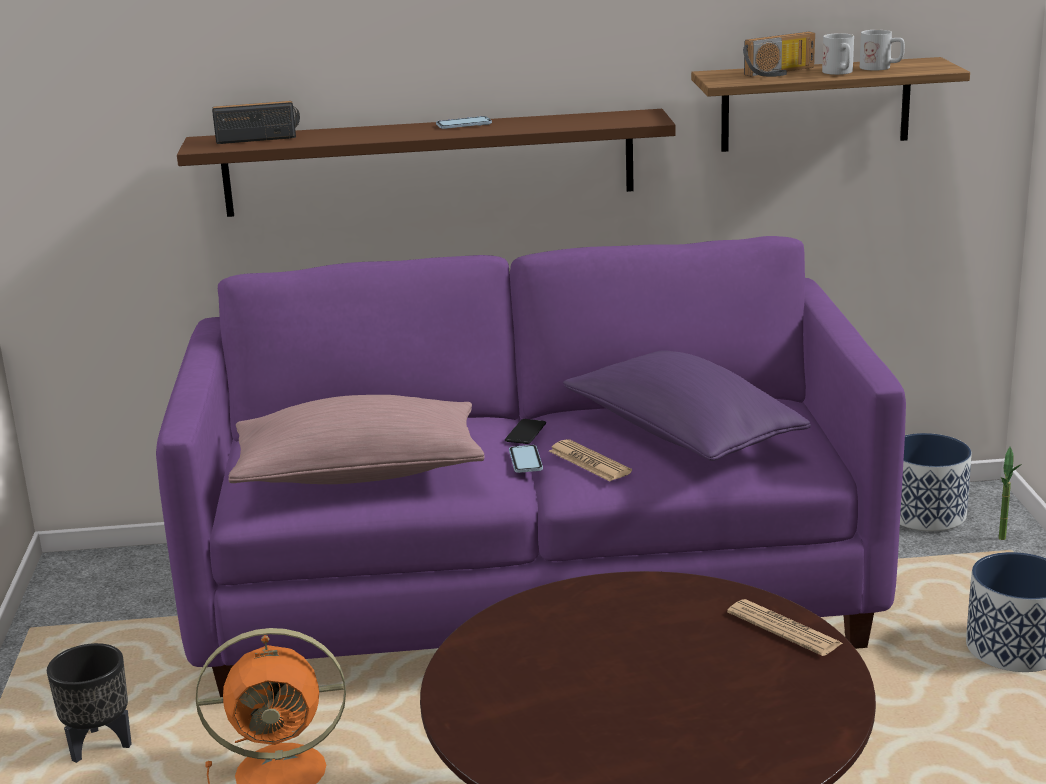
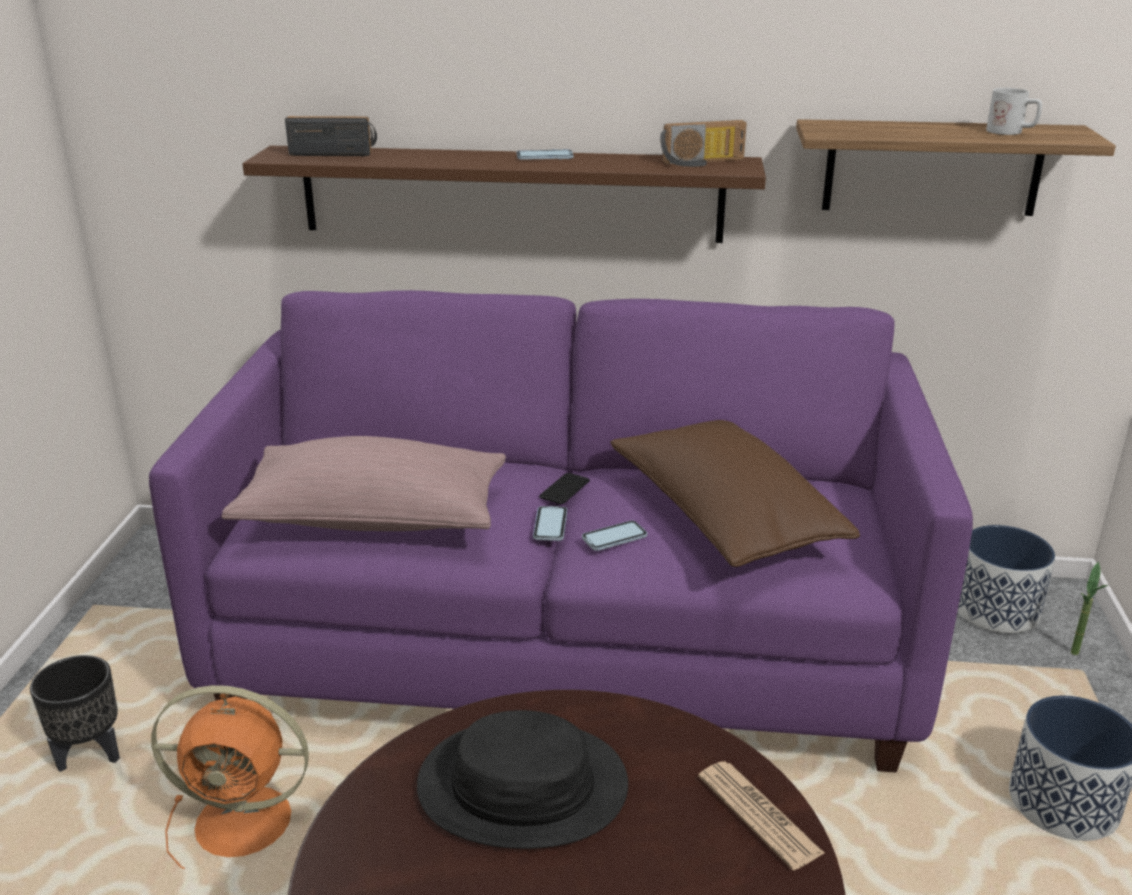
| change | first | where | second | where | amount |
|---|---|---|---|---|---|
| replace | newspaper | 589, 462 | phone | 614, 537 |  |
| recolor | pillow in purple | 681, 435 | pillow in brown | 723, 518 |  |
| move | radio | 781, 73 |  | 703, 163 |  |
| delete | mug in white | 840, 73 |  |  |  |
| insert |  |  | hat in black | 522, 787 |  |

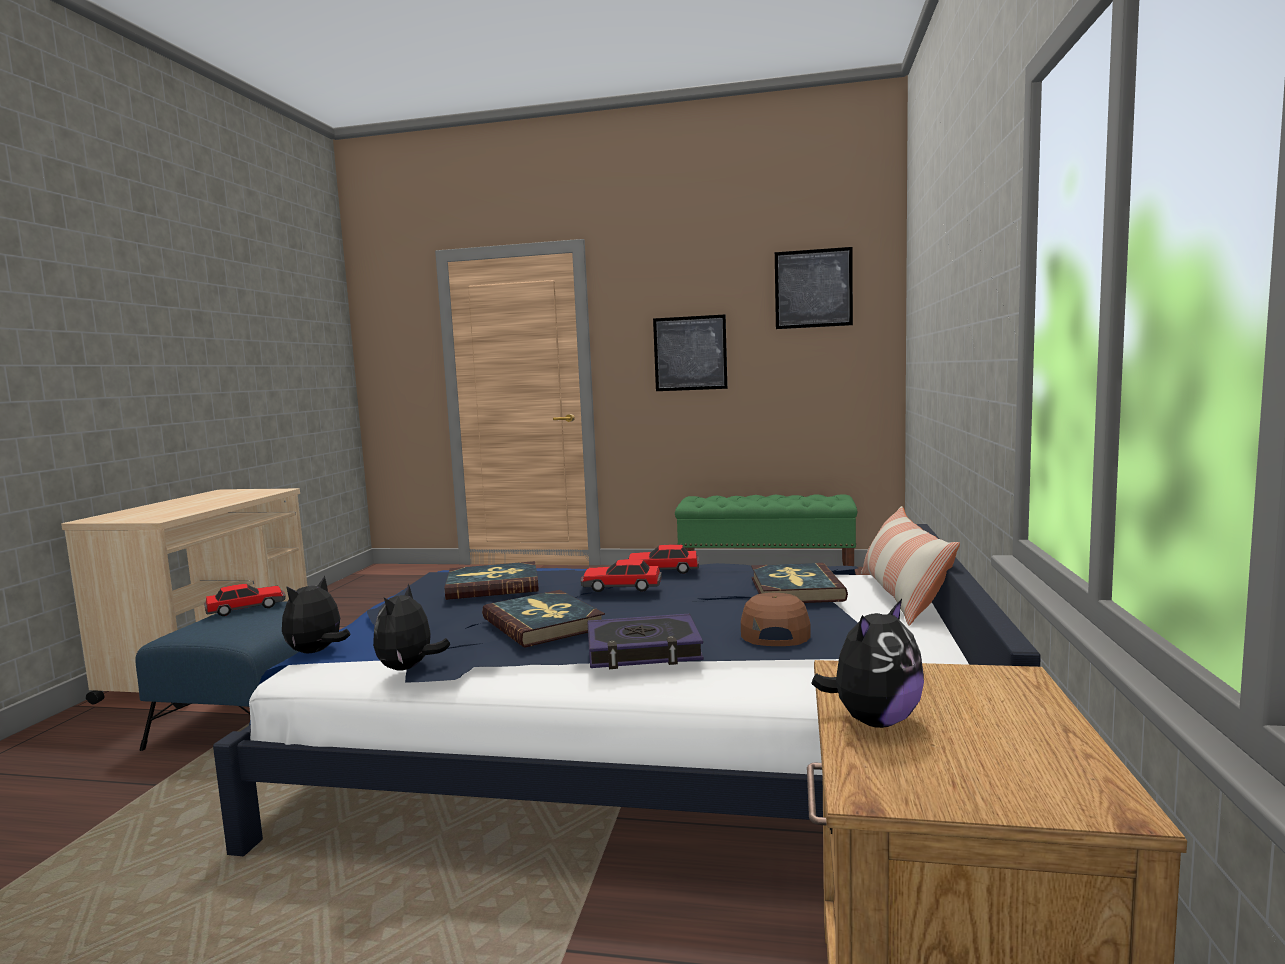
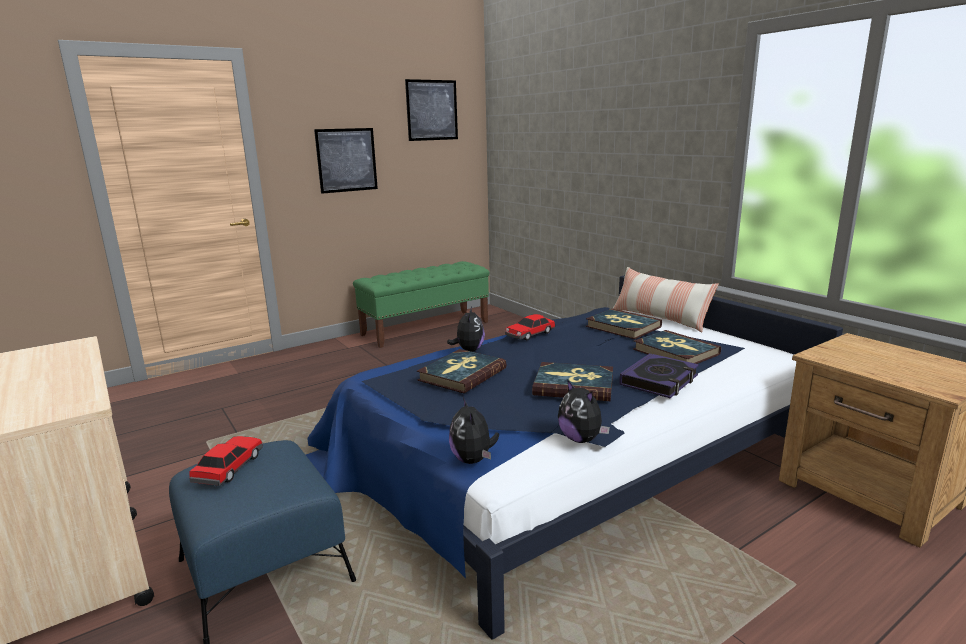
| change | first | where | second | where | amount |
|---|---|---|---|---|---|
| delete | toy car | 621, 587 |  |  |  |
| replace | cap in brown | 774, 632 | book | 675, 352 |  |
| move | plush toy | 874, 721 |  | 468, 350 |  |

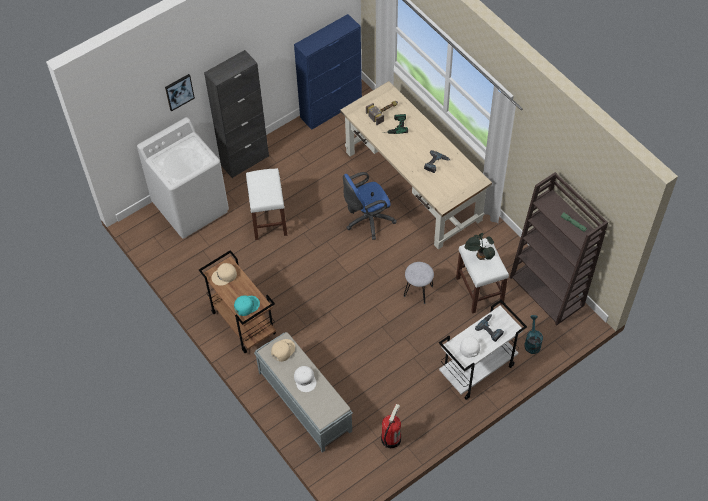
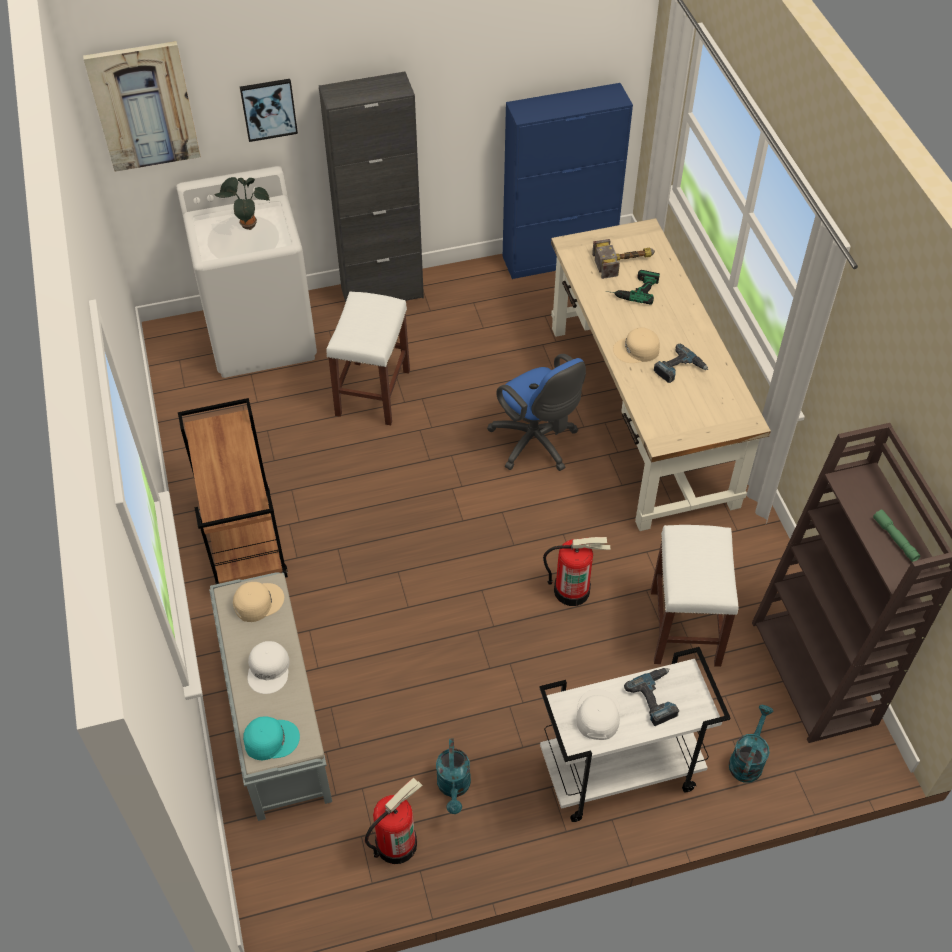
| change | first | where | second | where | amount |
|---|---|---|---|---|---|
| move | cap in beige | 224, 276 |  | 636, 350 |  |
| move | cap in turquoise | 246, 305 |  | 271, 739 |  |
| rotate | office chair in blue | 367, 220 |  | 536, 444 | 120 degrees counterclockwise |
| replace | stool in grey | 418, 291 | fire extinguisher | 572, 590 |  |
| move | potted plant | 479, 257 |  | 246, 225 |  |
| insert |  |  | picture | 144, 106 |  |
| insert |  |  | watering can in turquoise | 454, 787 |  |

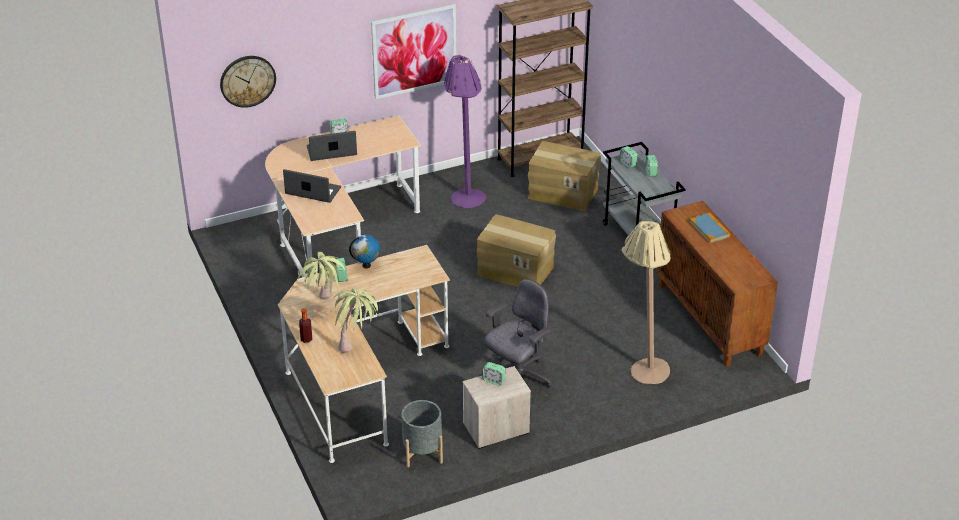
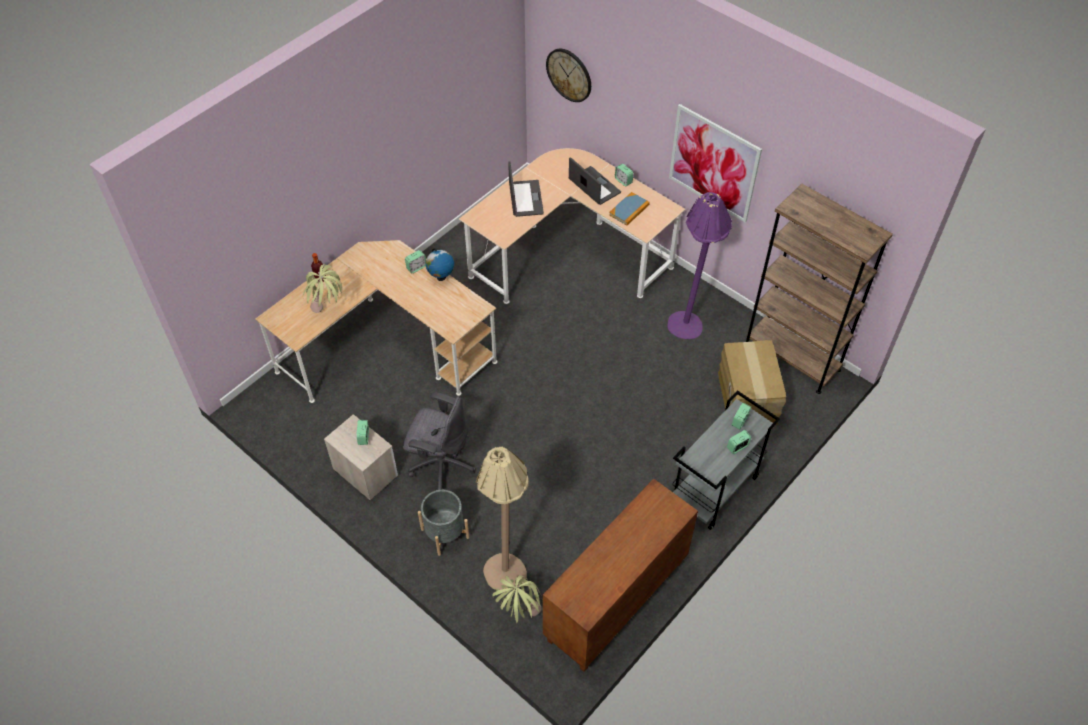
| change | first | where | second | where | amount |
|---|---|---|---|---|---|
| move | potted plant | 323, 306 |  | 519, 616 |  |
| move | planter in grey | 422, 452 |  | 445, 533 |  |
| delete | cardboard box | 516, 270 |  |  |  |
| move | book | 709, 229 |  | 629, 210 |  |

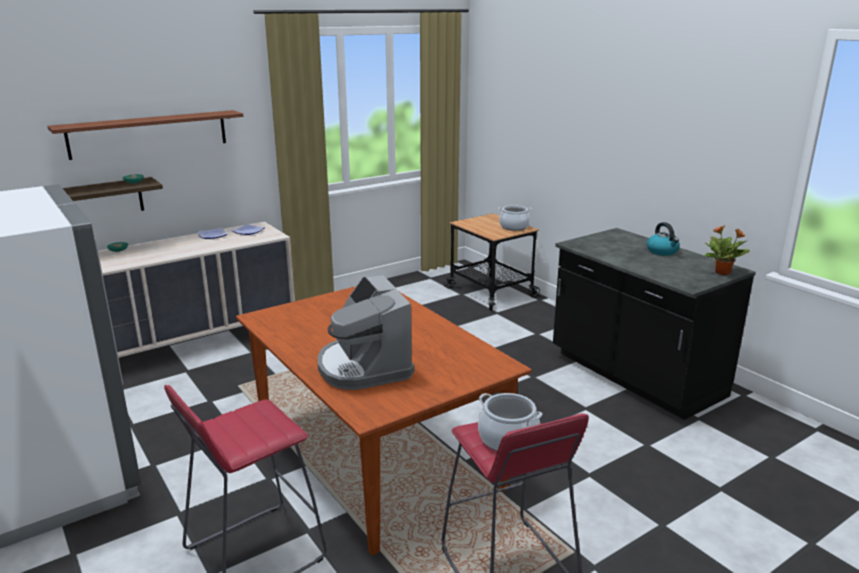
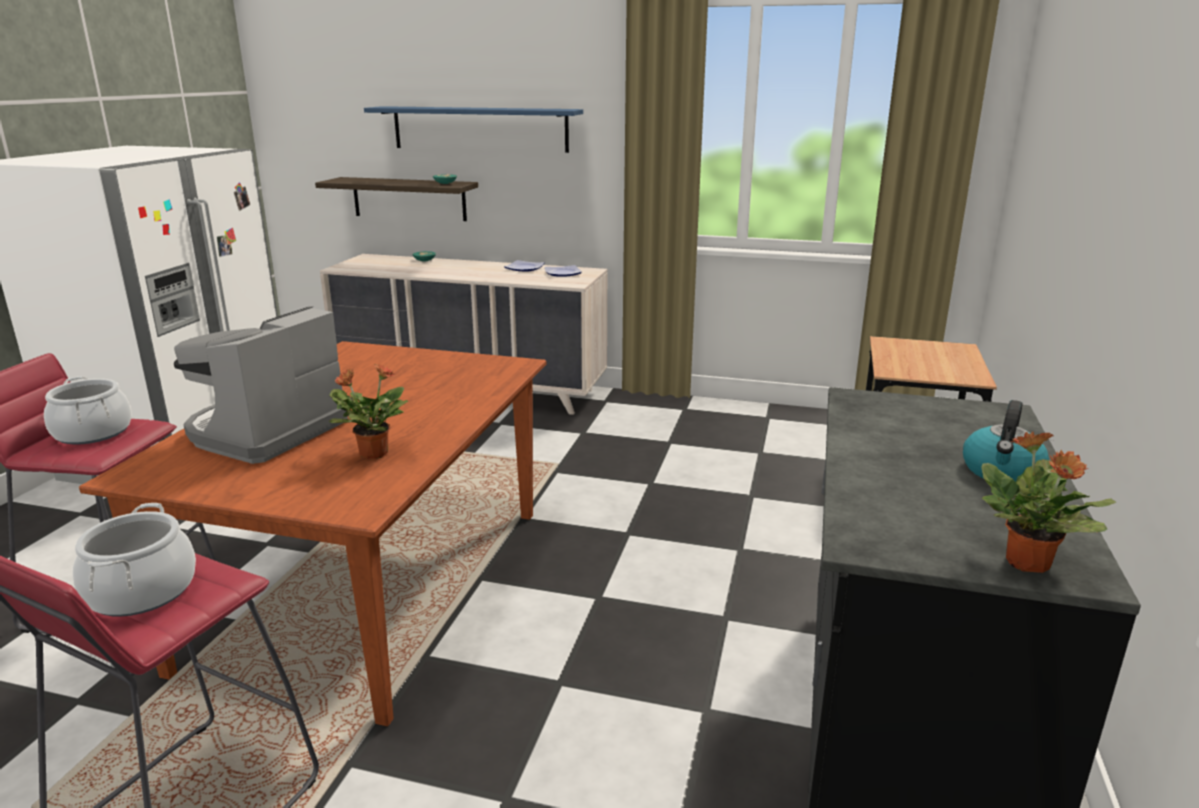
| change | first | where | second | where | amount |
|---|---|---|---|---|---|
| recolor | shelf in brown | 149, 134 | shelf in blue | 479, 129 |  |
| move | cooking pot | 514, 227 |  | 92, 432 |  |
| insert |  |  | potted plant | 372, 453 |  |

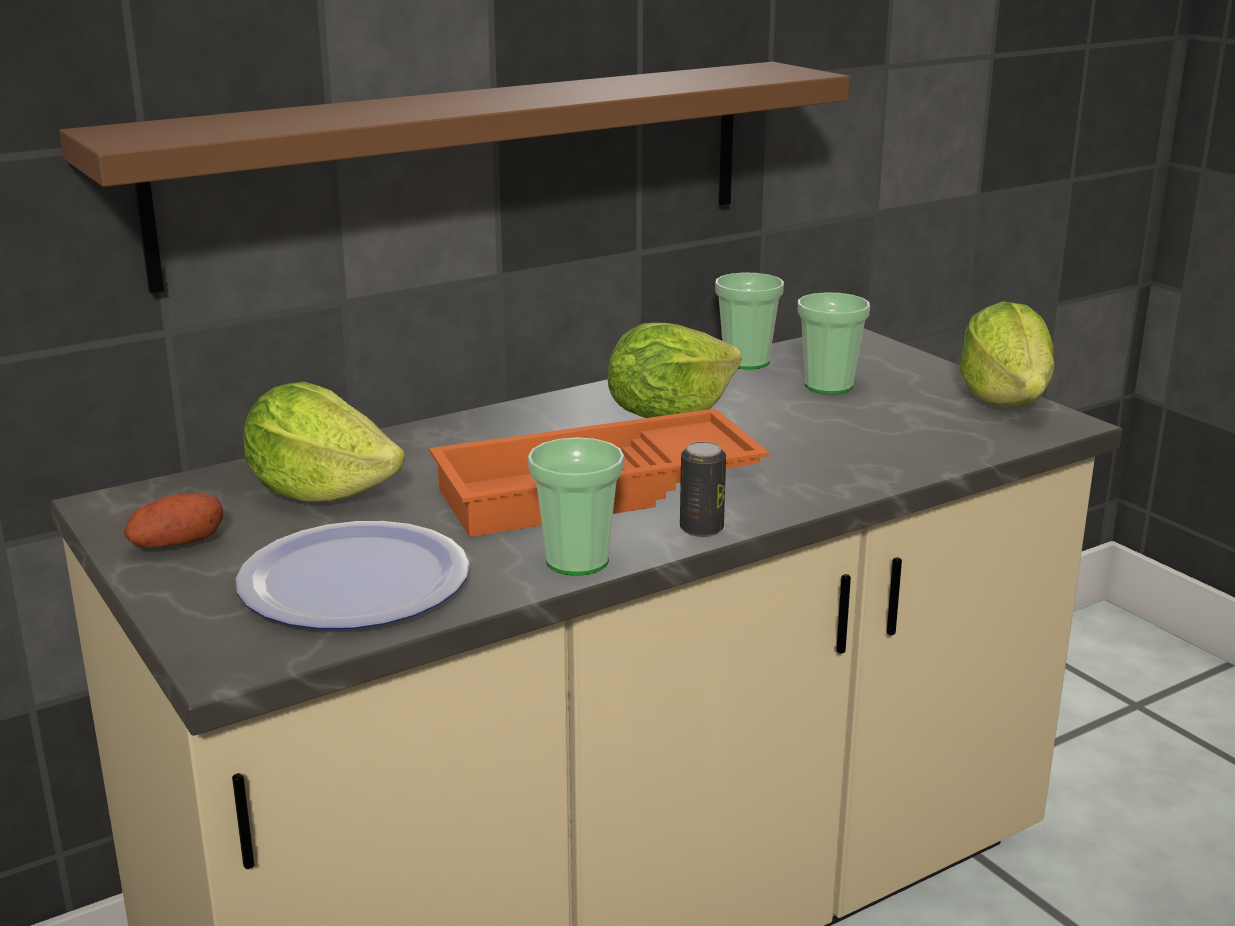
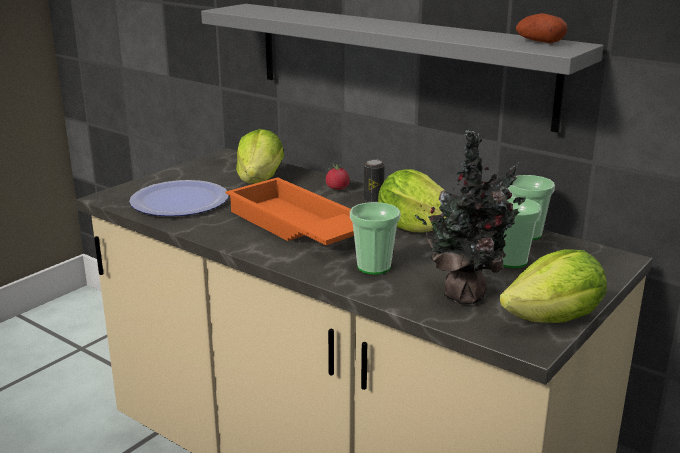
| change | first | where | second | where | amount |
|---|---|---|---|---|---|
| recolor | shelf in brown | 467, 168 | shelf in grey | 397, 62 |  |
| move | potato | 177, 544 |  | 539, 42 |  |
| move | cup | 577, 561 |  | 374, 267 |  |
| move | can | 701, 529 |  | 373, 199 |  |
| insert |  |  | tomato | 337, 188 |  |
| insert |  |  | potted plant | 466, 294 |  |

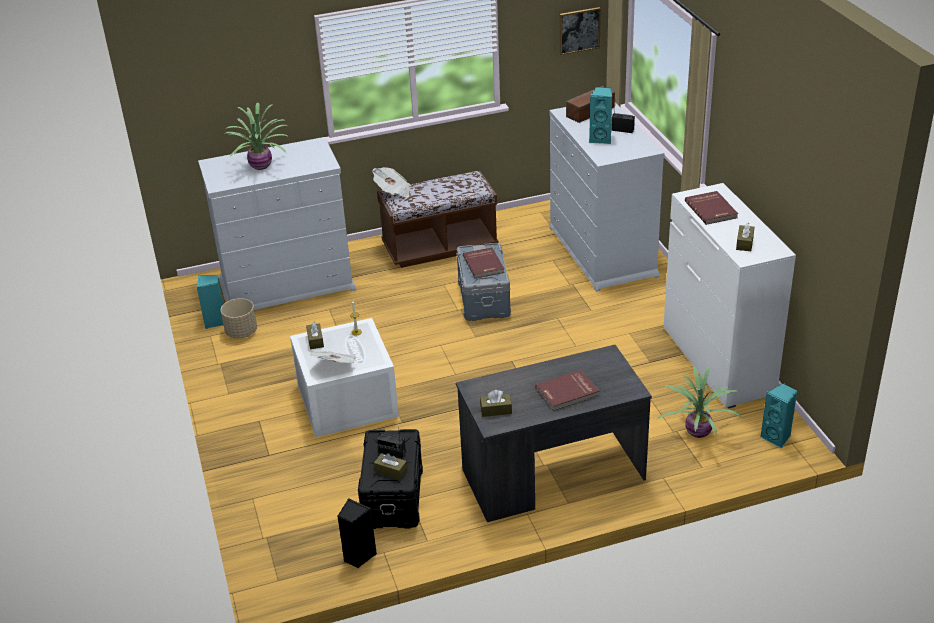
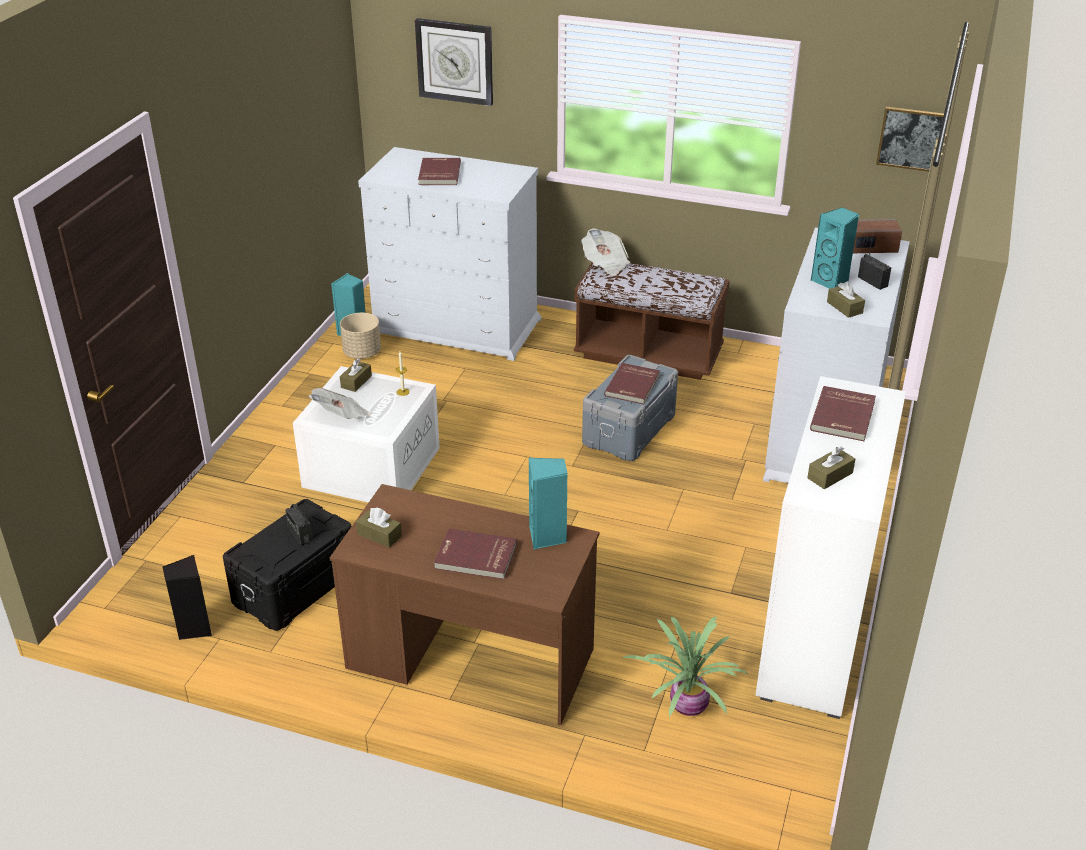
| change | first | where | second | where | amount |
|---|---|---|---|---|---|
| replace | potted plant | 261, 167 | book in red | 438, 174 |  |
| move | tissue box in brown | 391, 471 |  | 844, 307 |  |
| recolor | desk in grey | 552, 475 | desk in brown | 470, 658 |  |
| move | speaker in turquoise | 777, 438 |  | 547, 536 |  |
| insert |  |  | wall clock | 455, 61 |  |

